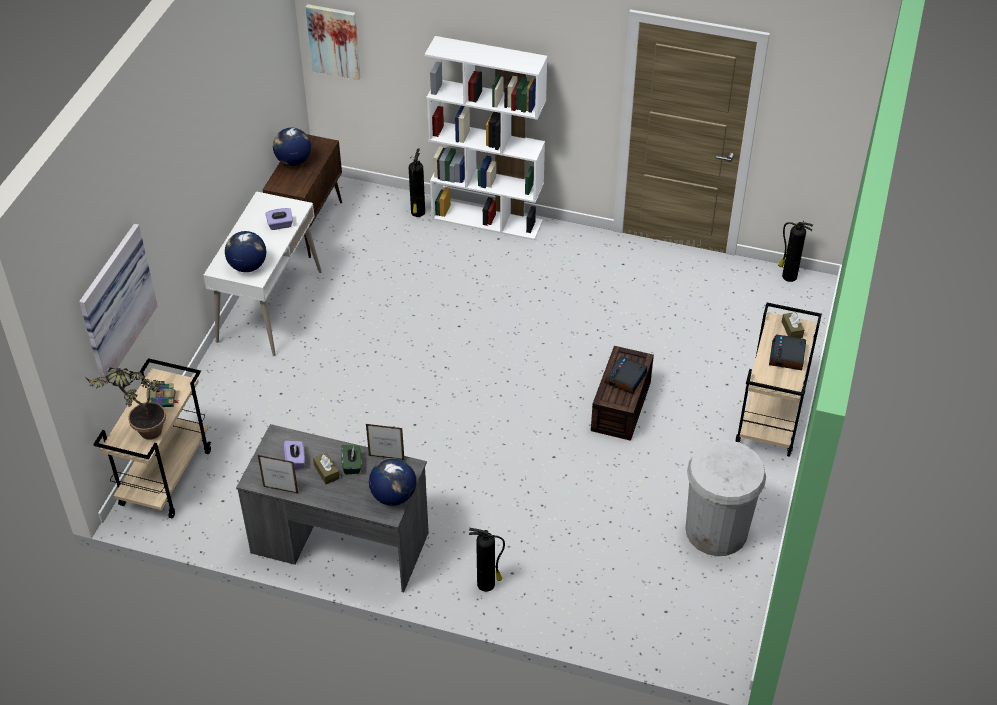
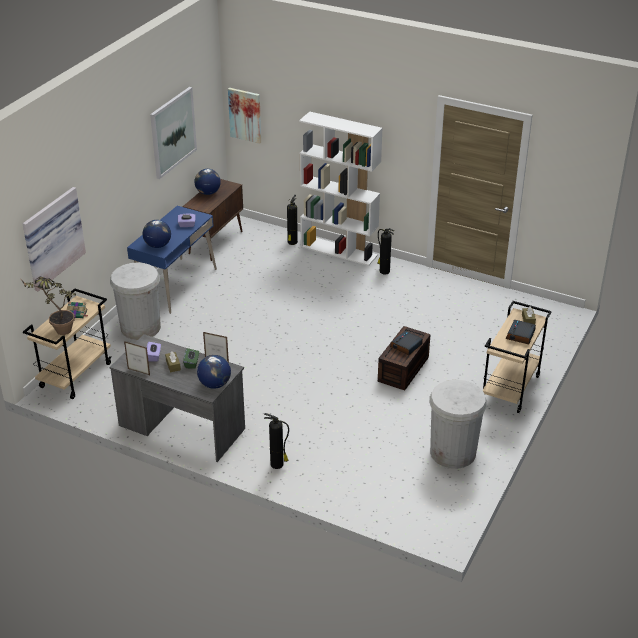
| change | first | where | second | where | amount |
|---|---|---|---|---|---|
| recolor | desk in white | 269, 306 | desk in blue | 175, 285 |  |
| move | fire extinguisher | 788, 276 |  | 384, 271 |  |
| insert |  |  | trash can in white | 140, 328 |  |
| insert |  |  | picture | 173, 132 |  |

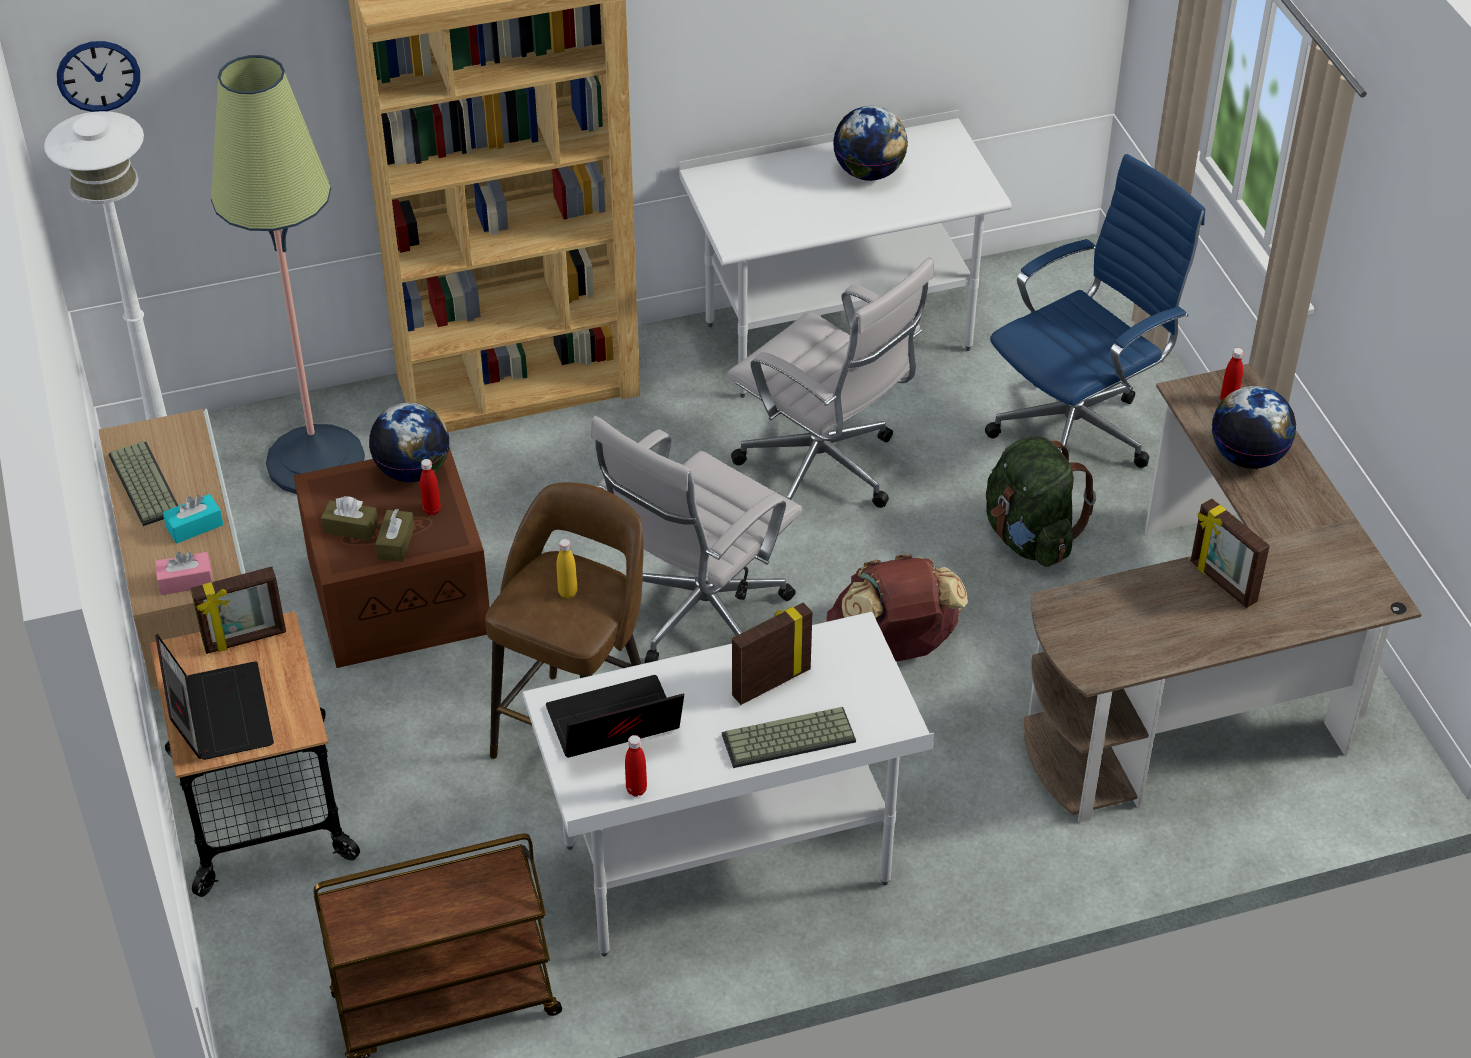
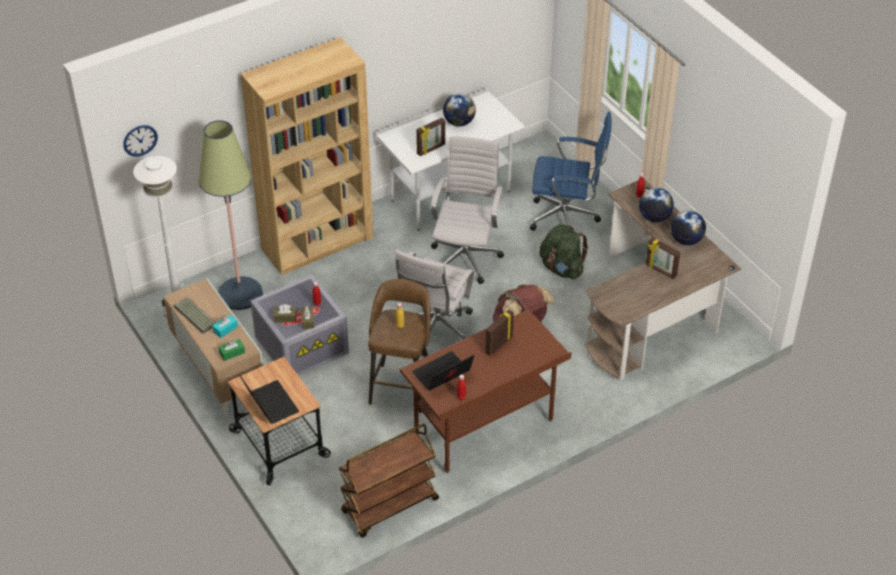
| change | first | where | second | where | amount |
|---|---|---|---|---|---|
| recolor | tissue box in pink | 185, 581 | tissue box in green | 232, 353 |  |
| move | picture frame | 245, 640 |  | 431, 149 |  |
| recolor | storage box in brown | 400, 593 | storage box in grey | 302, 343 |  |
| move | globe | 413, 471 |  | 686, 240 |  |
| recolor | desk in white | 726, 866 | desk in brown | 484, 427 |  |
| delete | keyboard | 788, 740 |  |  |  |
| rotate | office chair in white | 825, 472 |  | 466, 257 | 105 degrees counterclockwise |
| rotate | office chair in blue | 1078, 430 |  | 567, 218 | 60 degrees clockwise |

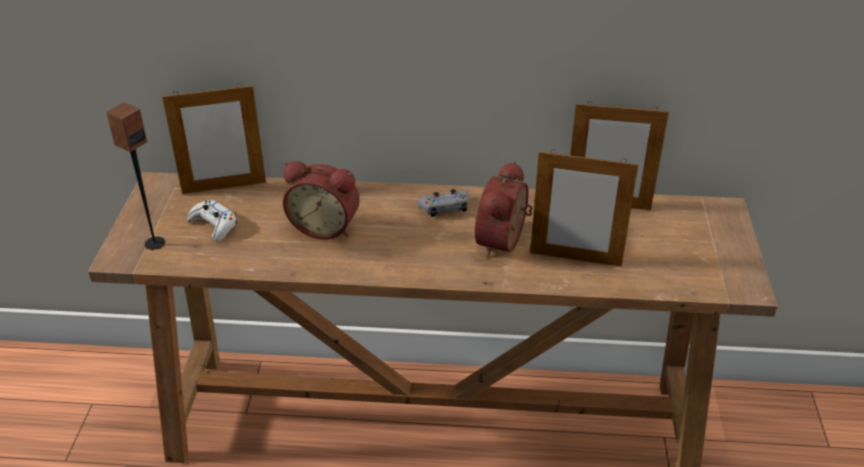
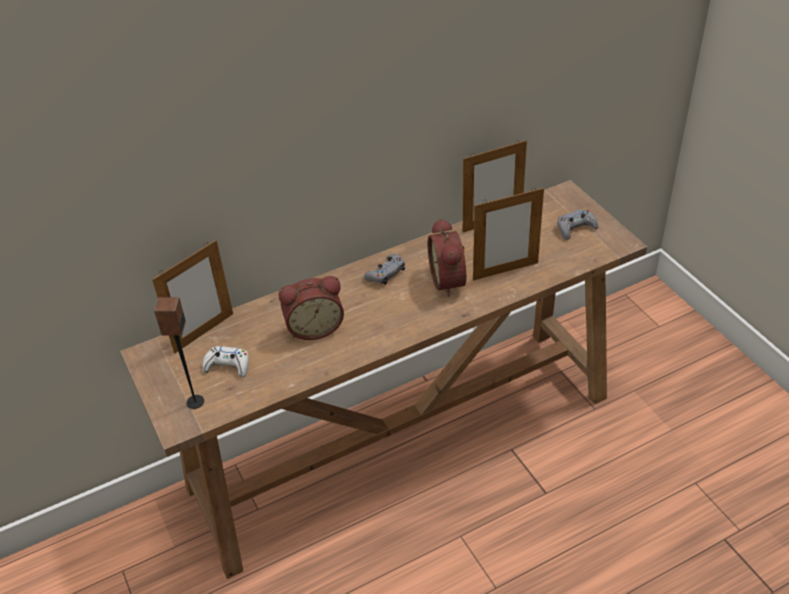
| change | first | where | second | where | amount |
|---|---|---|---|---|---|
| insert |  |  | game controller in grey | 575, 228 |  |

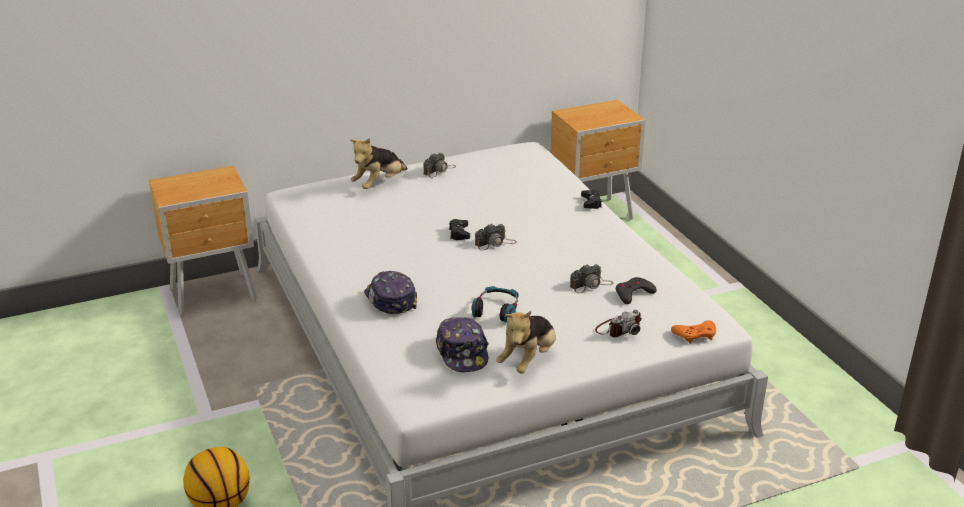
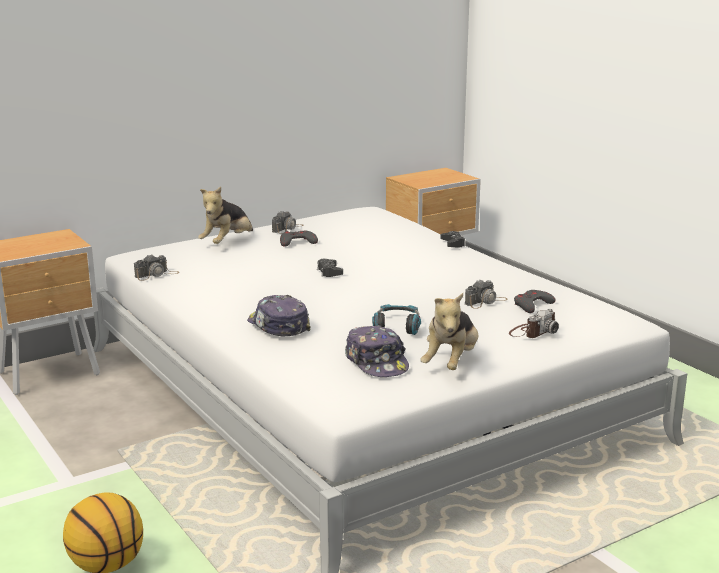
| change | first | where | second | where | amount |
|---|---|---|---|---|---|
| move | photo camera | 495, 243 |  | 156, 274 |  |
| delete | game controller in orange | 695, 335 |  |  |  |
| insert |  |  | game controller in grey | 297, 242 |  |

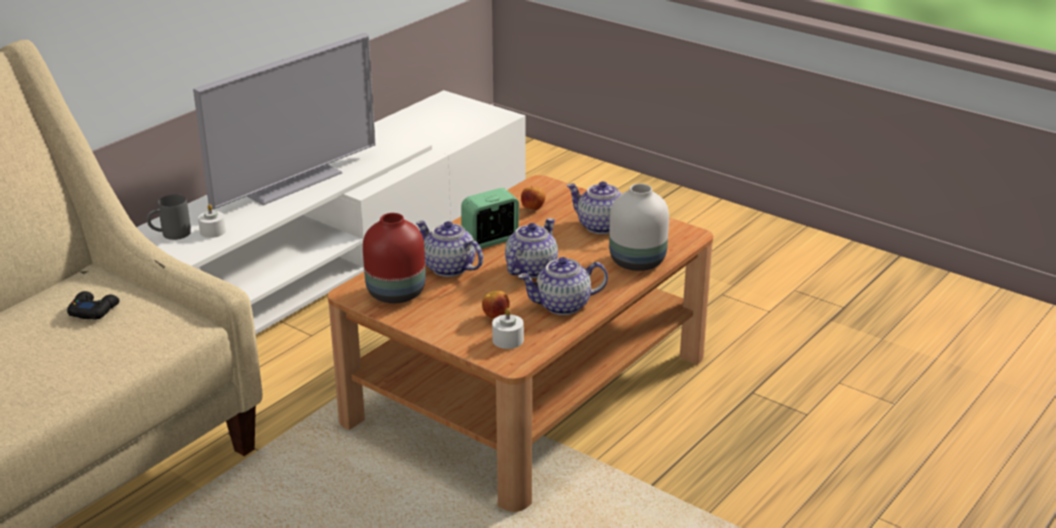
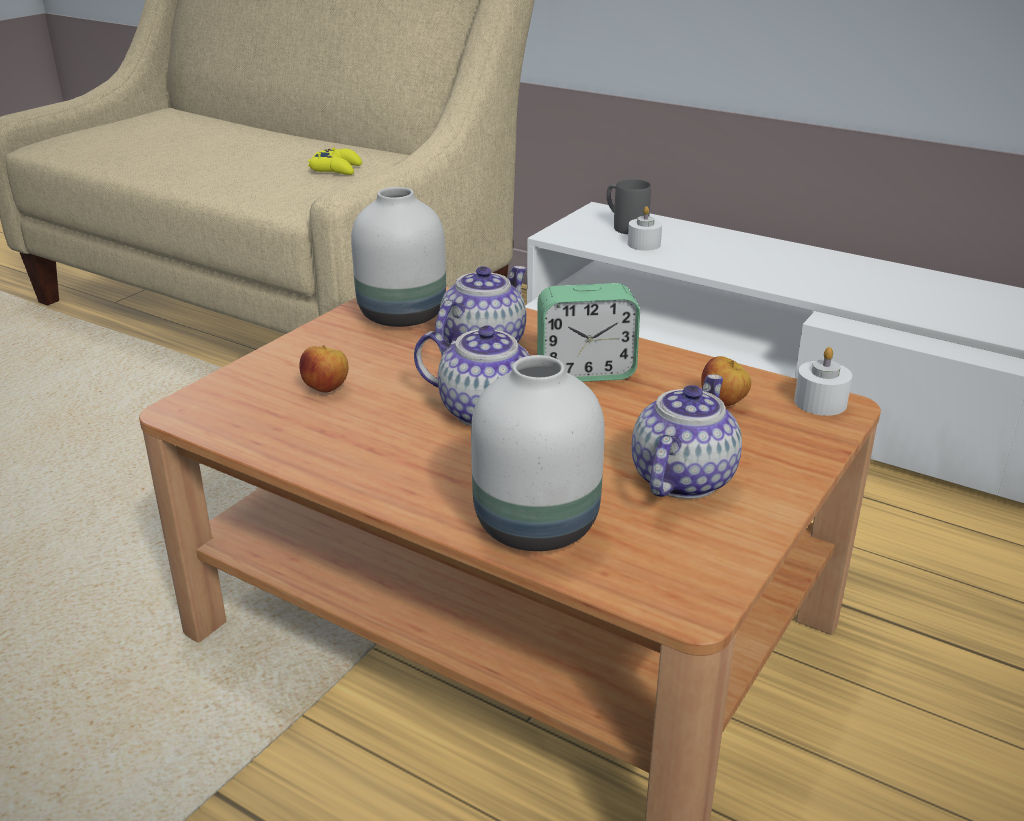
| change | first | where | second | where | amount |
|---|---|---|---|---|---|
| recolor | game controller in black | 93, 310 | game controller in yellow | 336, 169 |  |
| delete | television | 292, 183 |  |  |  |
| recolor | vase in red | 395, 293 | vase in white | 404, 314 |  |
| rotate | alarm clock | 490, 240 |  | 585, 372 | 120 degrees clockwise |
| move | candle in white | 508, 340 |  | 820, 402 |  |
| delete | teapot | 562, 306 |  |  |  |

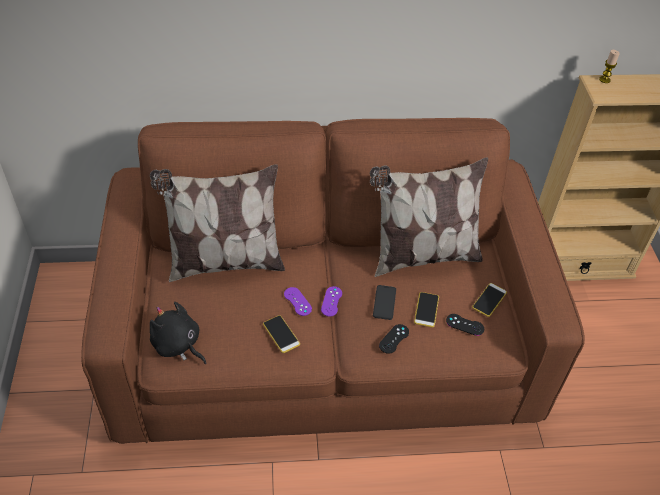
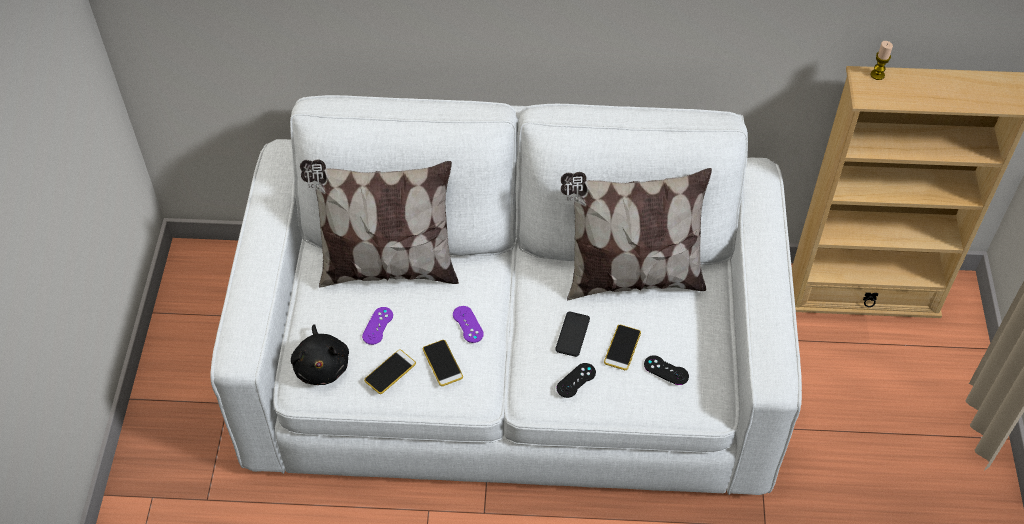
| change | first | where | second | where | amount |
|---|---|---|---|---|---|
| recolor | sofa in brown | 325, 341 | sofa in white | 513, 368 |  |
| rotate | plush toy in black | 178, 345 |  | 322, 365 | 150 degrees counterclockwise |
| move | game controller in purple | 331, 301 |  | 377, 326 |  |
| move | phone | 489, 300 |  | 390, 372 |  |

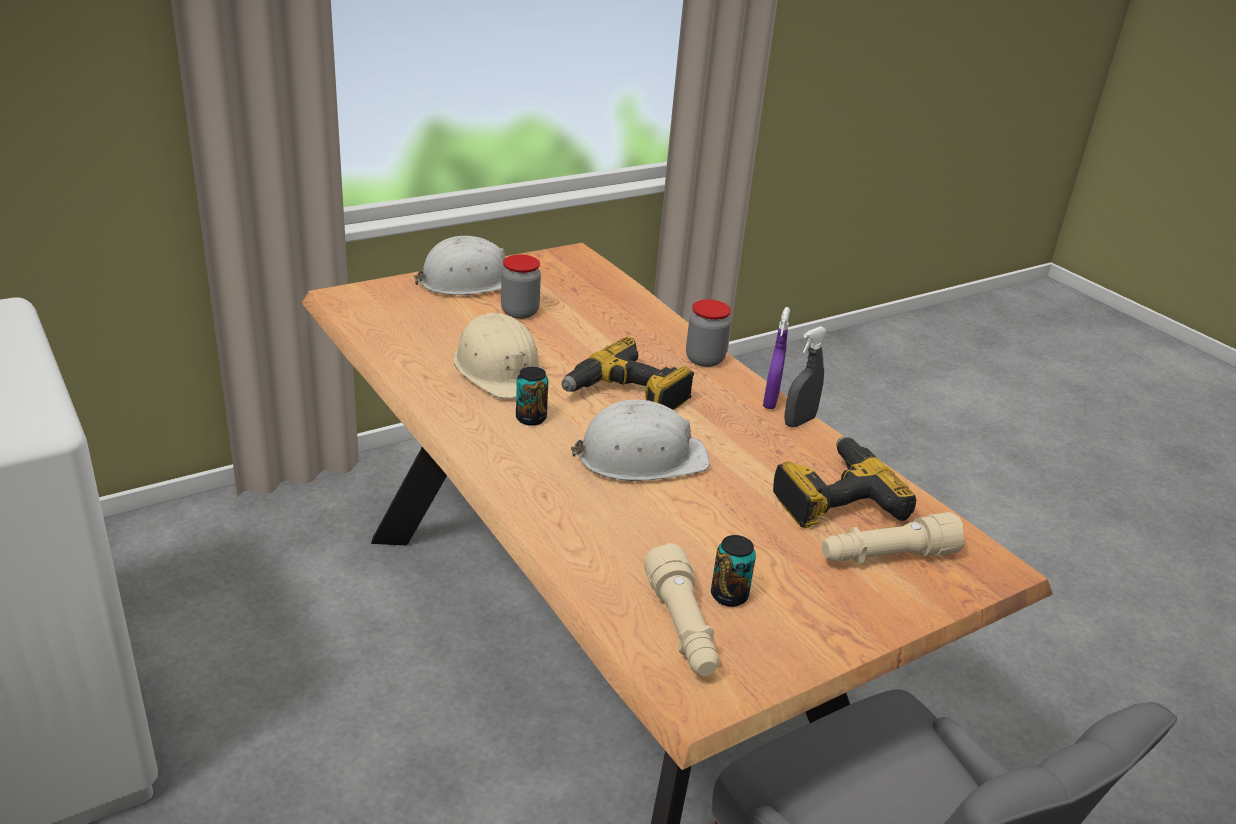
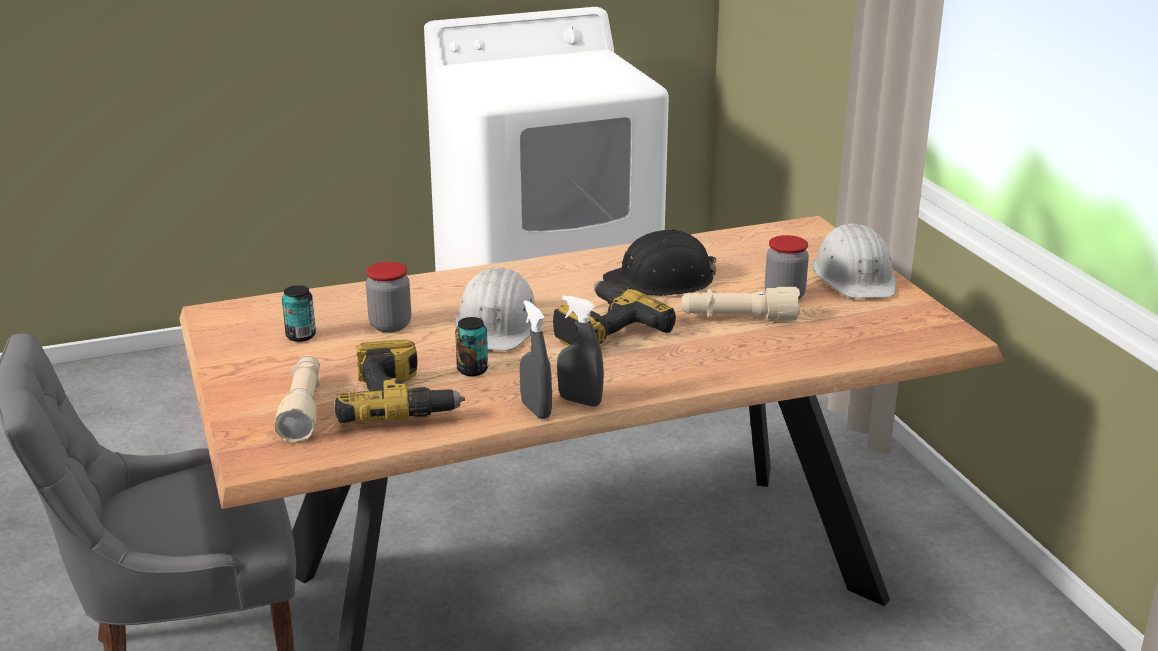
| change | first | where | second | where | amount |
|---|---|---|---|---|---|
| recolor | hard hat in beige | 500, 370 | hard hat in black | 661, 281 |  |
| move | can | 531, 418 |  | 472, 370 |  |
| move | flashlight in beige | 682, 628 |  | 738, 318 |  |
| move | jar | 704, 359 |  | 390, 325 |  |
| recolor | spray bottle in purple | 770, 401 | spray bottle in grey | 580, 401 |  |

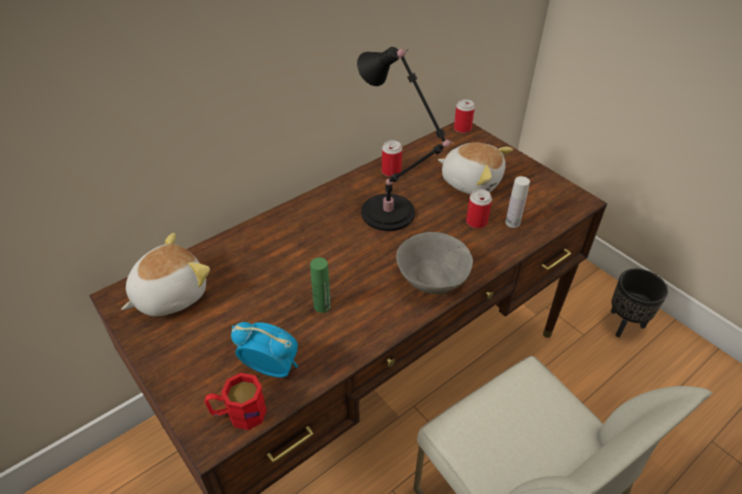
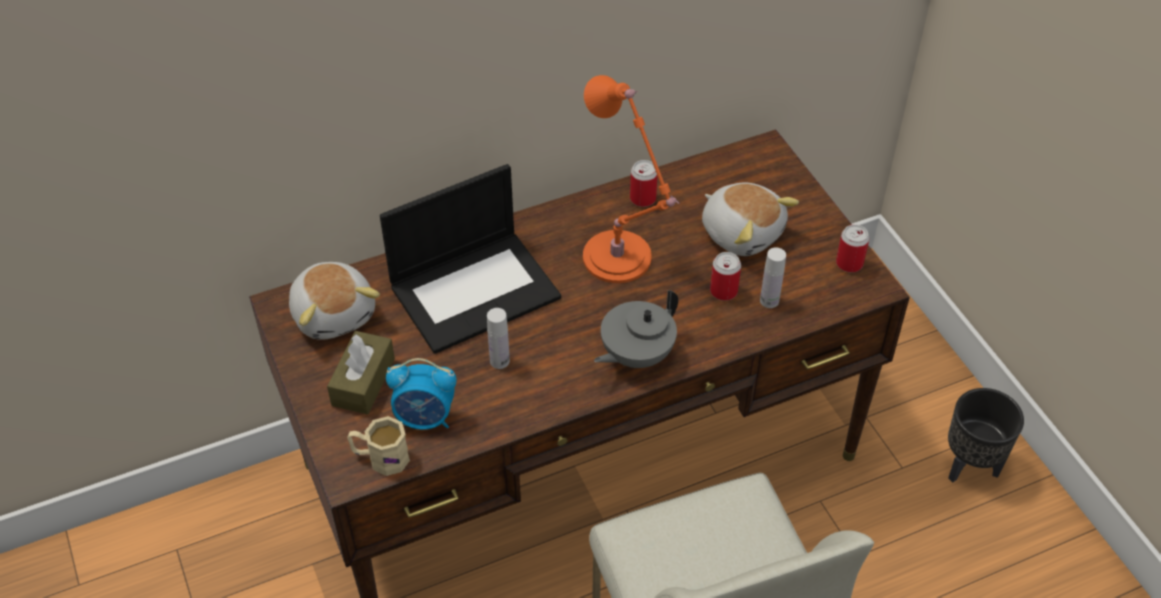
| change | first | where | second | where | amount |
|---|---|---|---|---|---|
| rotate | plush toy | 169, 294 |  | 334, 313 | 90 degrees clockwise |
| recolor | mug in red | 239, 414 | mug in beige | 380, 458 |  |
| rotate | alarm clock | 271, 367 |  | 425, 418 | 150 degrees clockwise |
| recolor | bottle in green | 322, 306 | bottle in white | 499, 361 |  |
| recolor | table lamp in black | 391, 215 | table lamp in orange | 620, 261 |  |
| replace | bowl in grey | 430, 280 | teapot in grey | 635, 355 |  |
| move | can | 462, 129 |  | 849, 263 |  |
| insert |  |  | tissue box in brown | 363, 382 |  |
| insert |  |  | laptop | 475, 290 |  |

